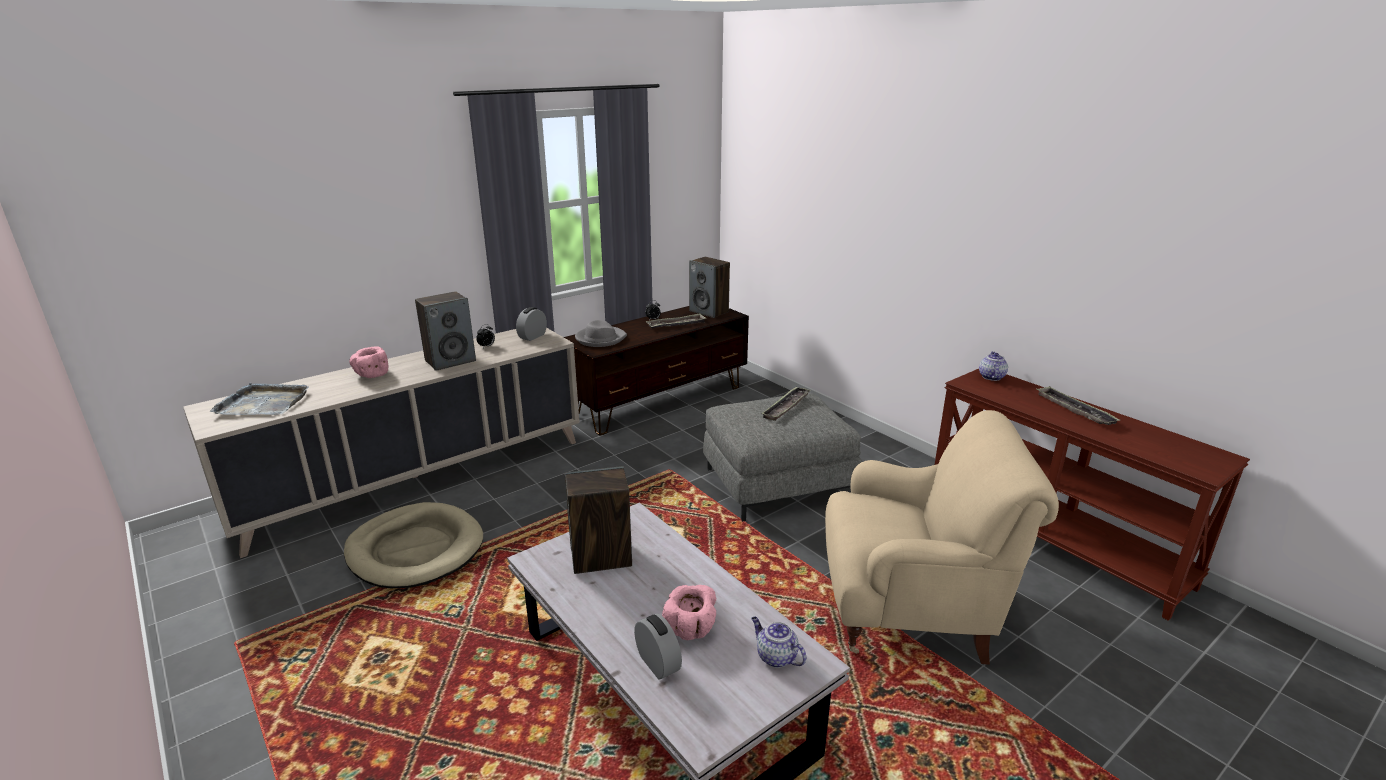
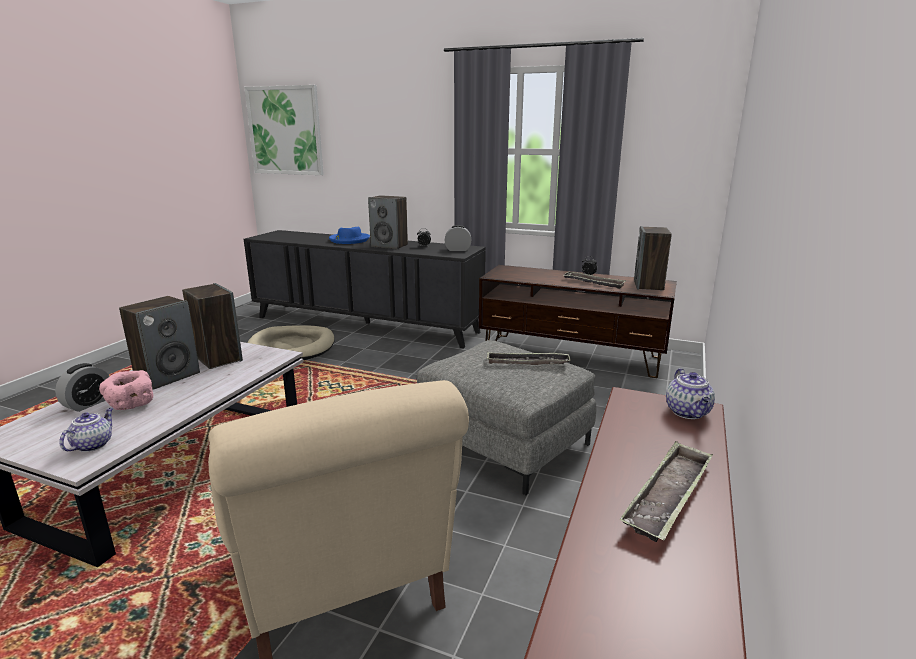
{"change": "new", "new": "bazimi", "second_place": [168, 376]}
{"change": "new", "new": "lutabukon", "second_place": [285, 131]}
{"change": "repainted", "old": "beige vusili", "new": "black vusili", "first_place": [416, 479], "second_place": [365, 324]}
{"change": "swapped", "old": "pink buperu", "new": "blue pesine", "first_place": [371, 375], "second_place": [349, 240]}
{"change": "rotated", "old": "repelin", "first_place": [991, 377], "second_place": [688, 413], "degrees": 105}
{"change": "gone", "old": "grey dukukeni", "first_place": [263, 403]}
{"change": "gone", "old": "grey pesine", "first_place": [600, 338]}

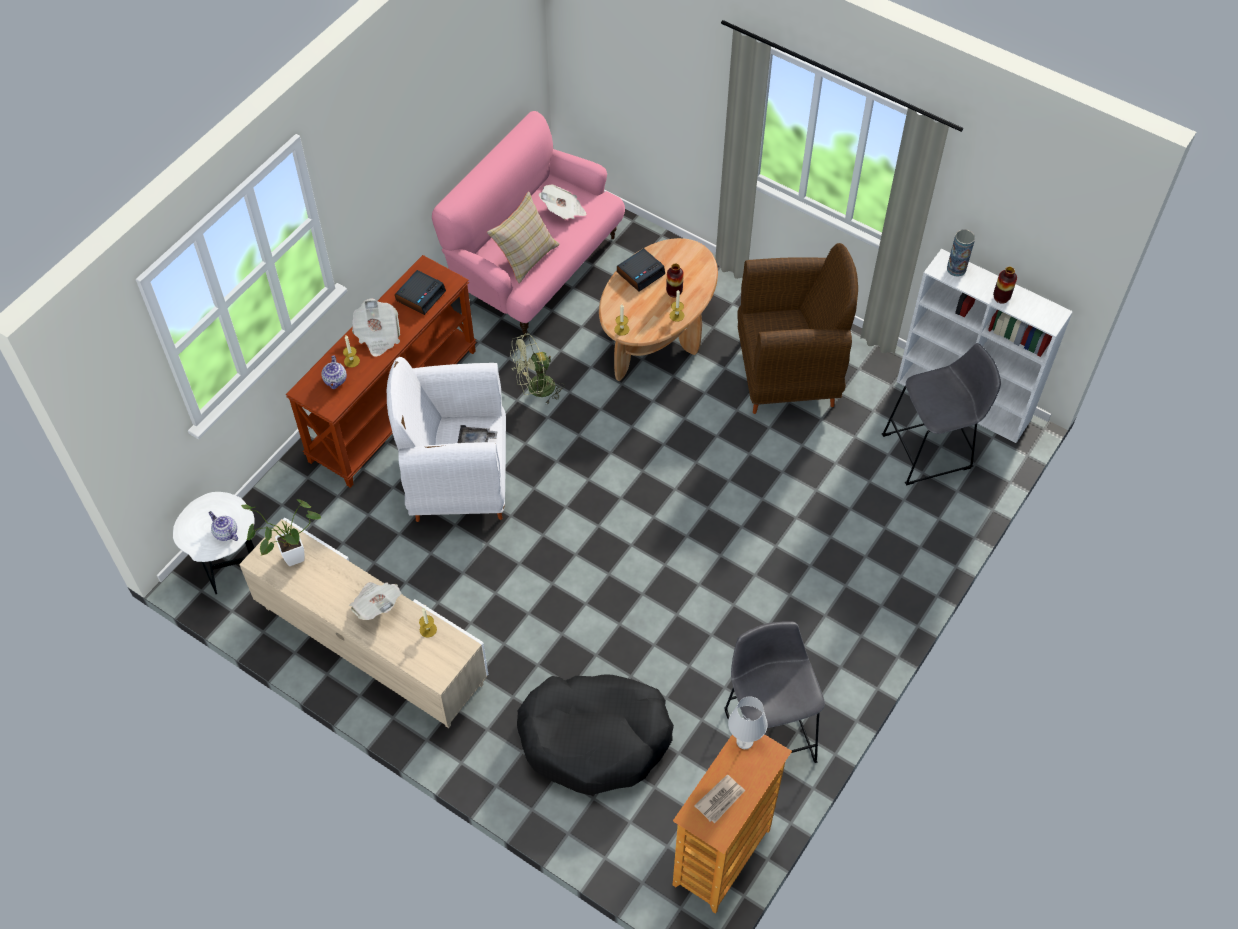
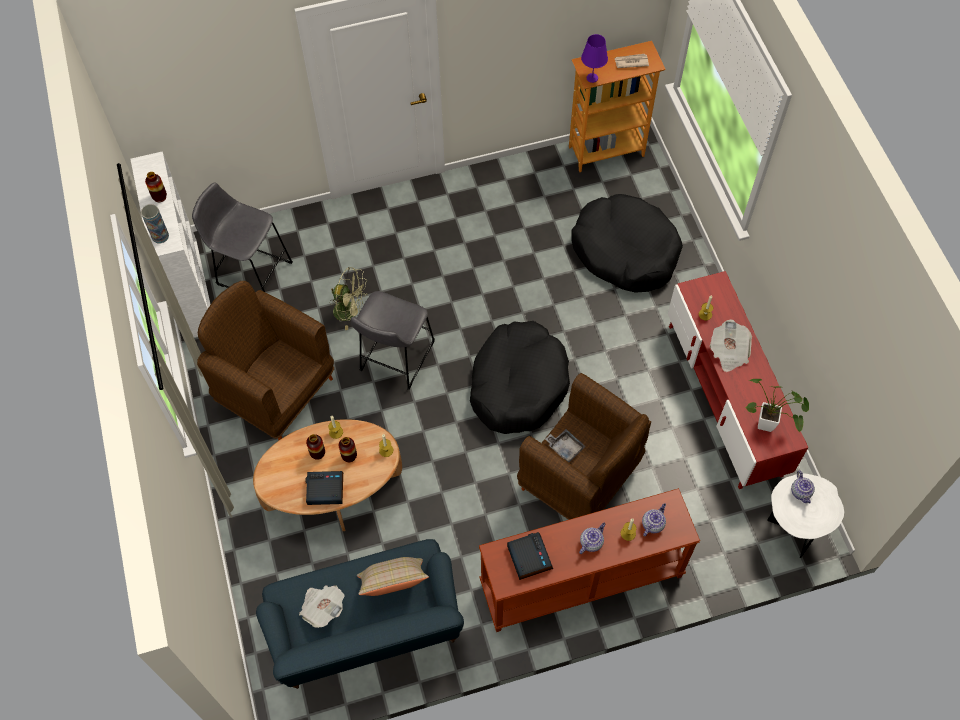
{"change": "repainted", "old": "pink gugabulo", "new": "blue gugabulo", "first_place": [535, 268], "second_place": [367, 630]}
{"change": "shifted", "old": "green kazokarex", "first_place": [536, 389], "second_place": [350, 311]}
{"change": "new", "new": "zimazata", "second_place": [349, 456]}
{"change": "shifted", "old": "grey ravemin", "first_place": [768, 730], "second_place": [395, 359]}
{"change": "new", "new": "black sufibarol", "second_place": [518, 384]}
{"change": "rotated", "old": "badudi", "first_place": [420, 295], "second_place": [529, 557], "degrees": 90}
{"change": "repainted", "old": "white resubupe", "new": "brown resubupe", "first_place": [457, 479], "second_place": [579, 479]}
{"change": "swapped", "old": "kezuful", "new": "repelin", "first_place": [378, 336], "second_place": [591, 542]}
{"change": "repainted", "old": "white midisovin", "new": "purple midisovin", "first_place": [744, 741], "second_place": [592, 78]}
{"change": "repainted", "old": "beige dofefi", "new": "red dofefi", "first_place": [372, 646], "second_place": [724, 398]}

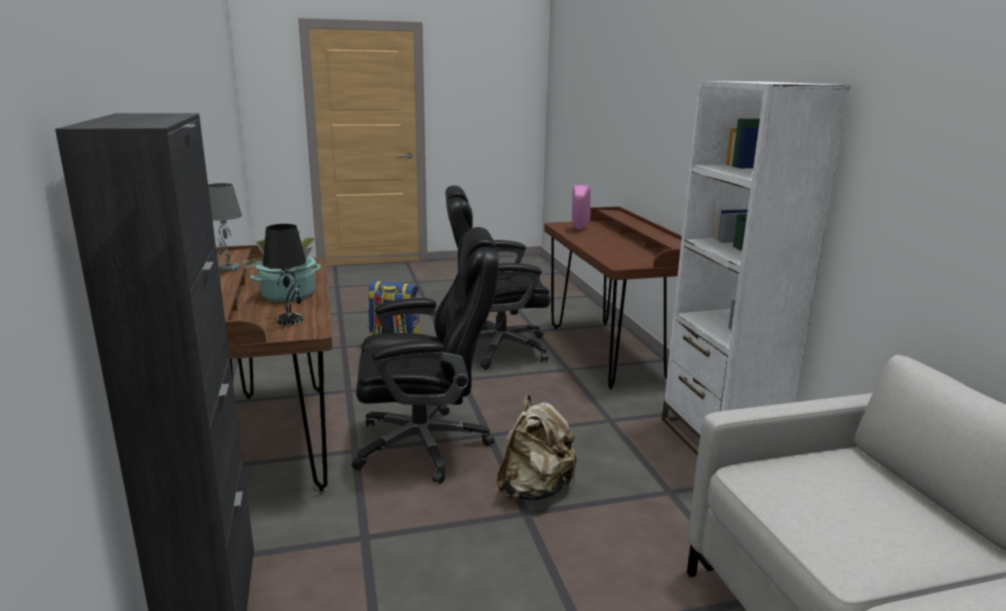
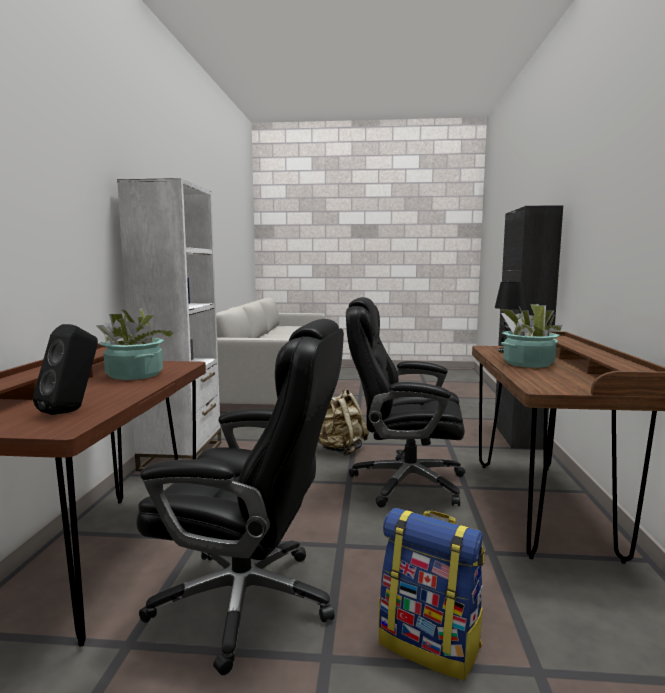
{"change": "repainted", "old": "pink bazimi", "new": "black bazimi", "first_place": [579, 230], "second_place": [72, 411]}
{"change": "new", "new": "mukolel", "second_place": [134, 375]}
{"change": "gone", "old": "grey midisovin", "first_place": [228, 268]}

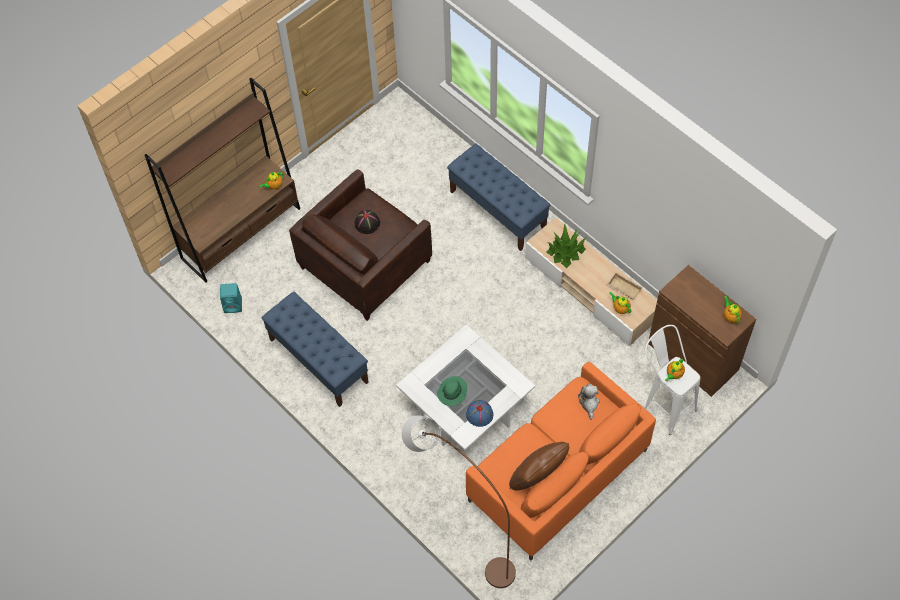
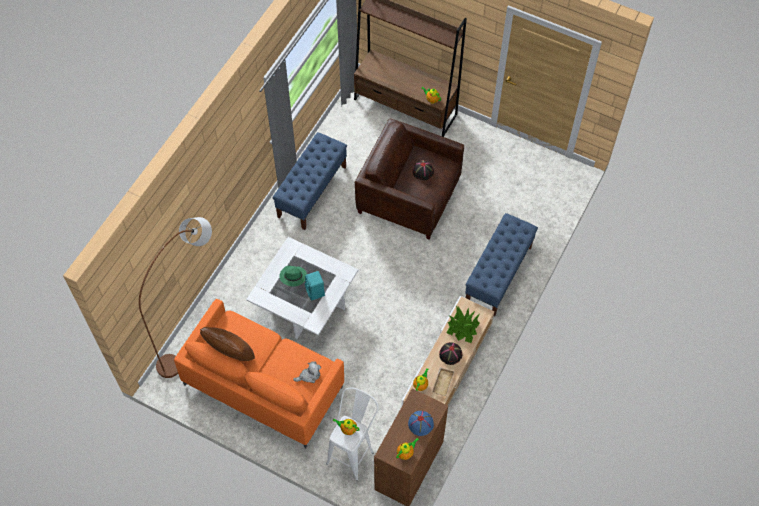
{"change": "shifted", "old": "turquoise bazimi", "first_place": [233, 305], "second_place": [315, 292]}
{"change": "shifted", "old": "blue pesine", "first_place": [479, 414], "second_place": [421, 423]}
{"change": "new", "new": "black pesine", "second_place": [450, 354]}

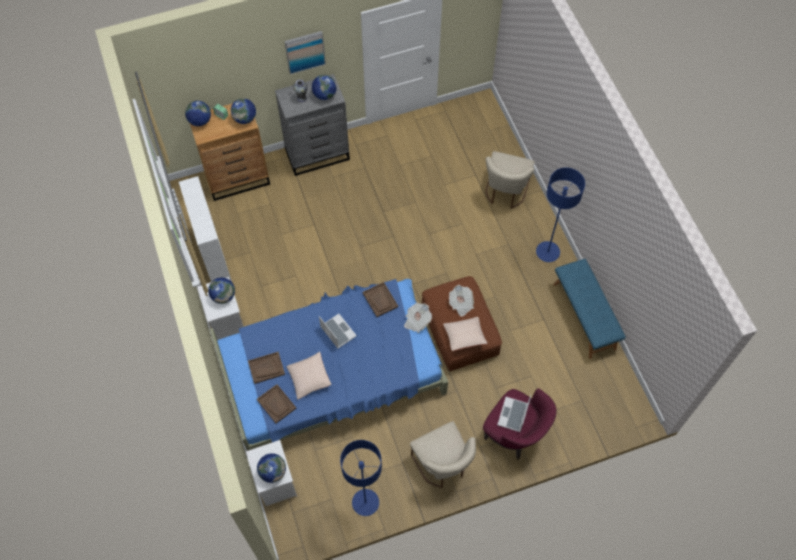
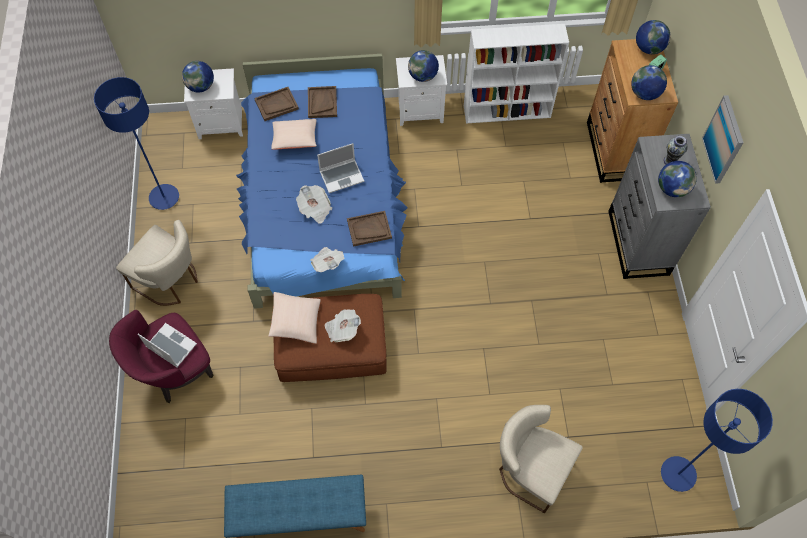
{"change": "rotated", "old": "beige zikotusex", "first_place": [442, 465], "second_place": [171, 281], "degrees": -135}
{"change": "new", "new": "kezuful", "second_place": [315, 209]}
{"change": "shifted", "old": "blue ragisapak", "first_place": [547, 252], "second_place": [678, 474]}

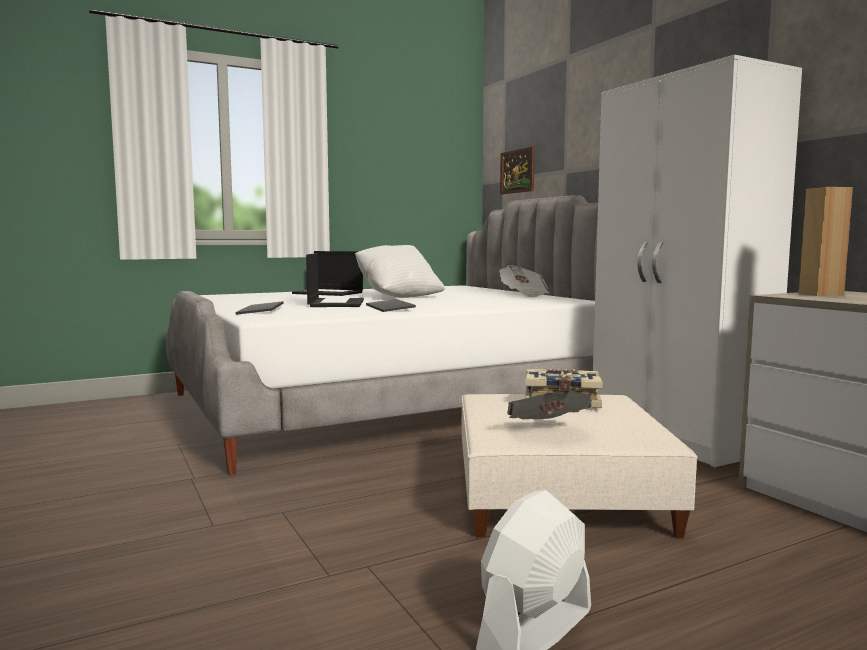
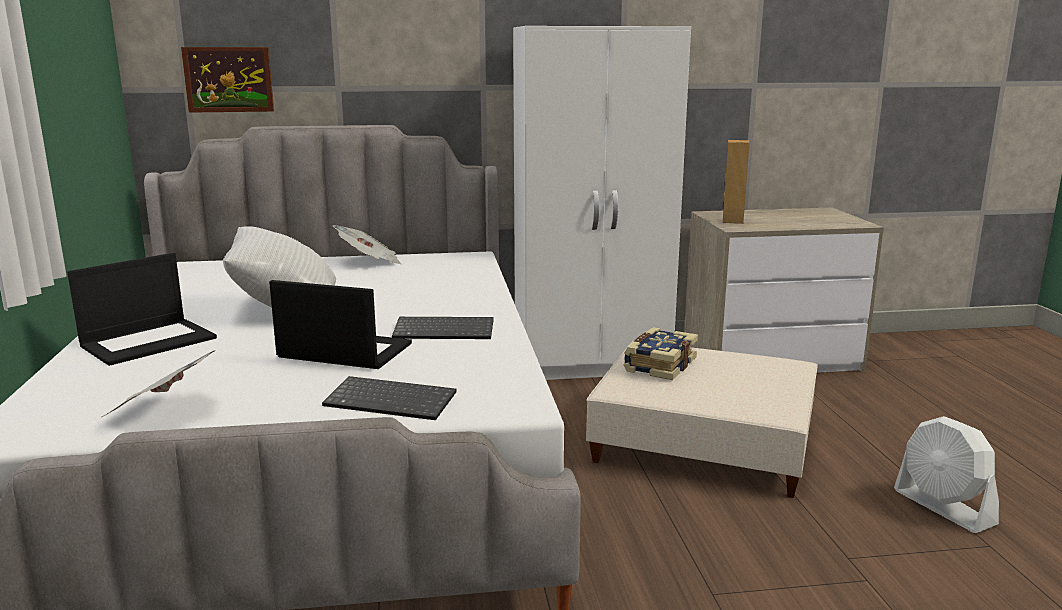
{"change": "shifted", "old": "kezuful", "first_place": [547, 430], "second_place": [162, 411]}

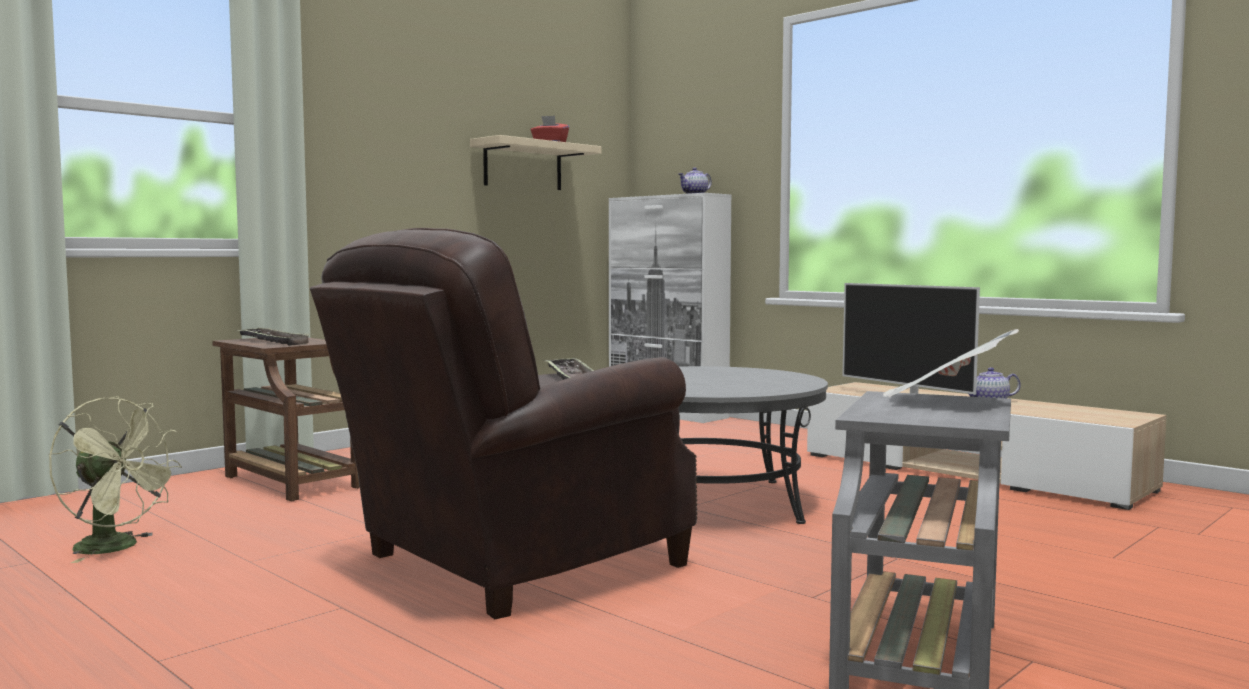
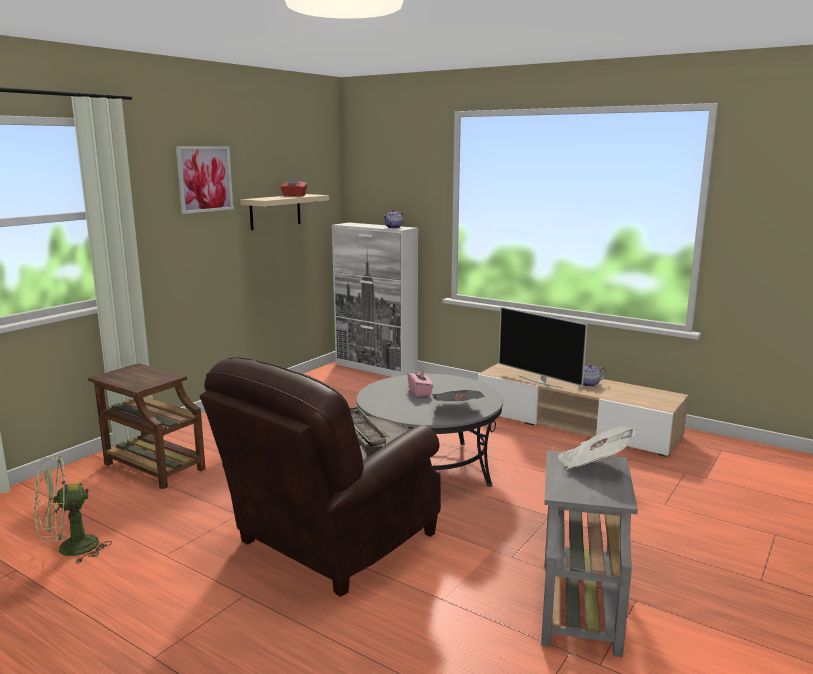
{"change": "rotated", "old": "green kazokarex", "first_place": [117, 548], "second_place": [69, 550], "degrees": 135}
{"change": "new", "new": "lutabukon", "second_place": [204, 179]}
{"change": "new", "new": "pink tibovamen", "second_place": [420, 392]}
{"change": "new", "new": "kezuful", "second_place": [457, 410]}
{"change": "gone", "old": "dukukeni", "first_place": [273, 341]}

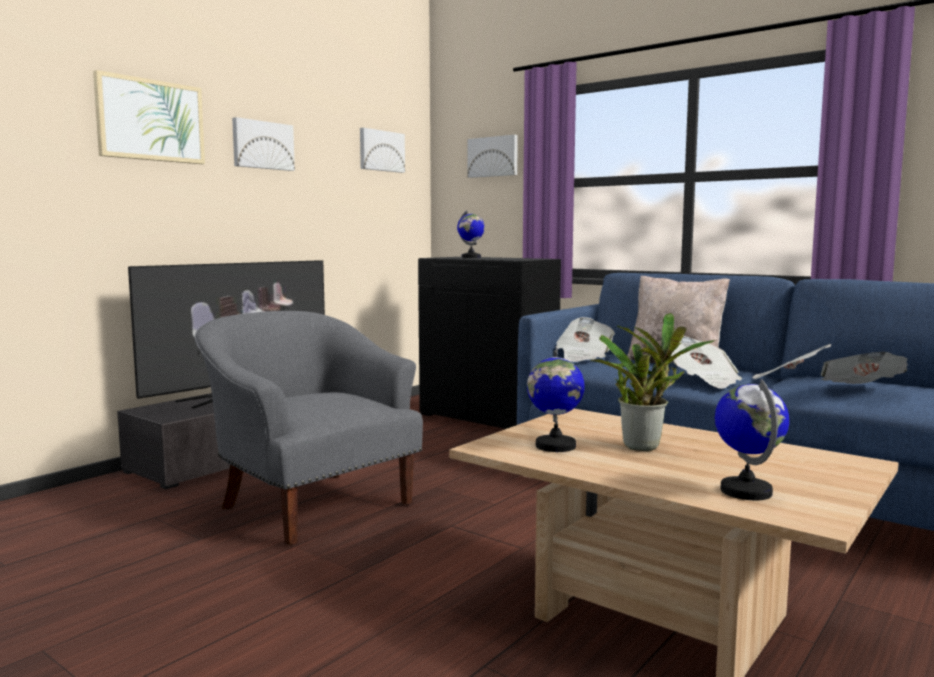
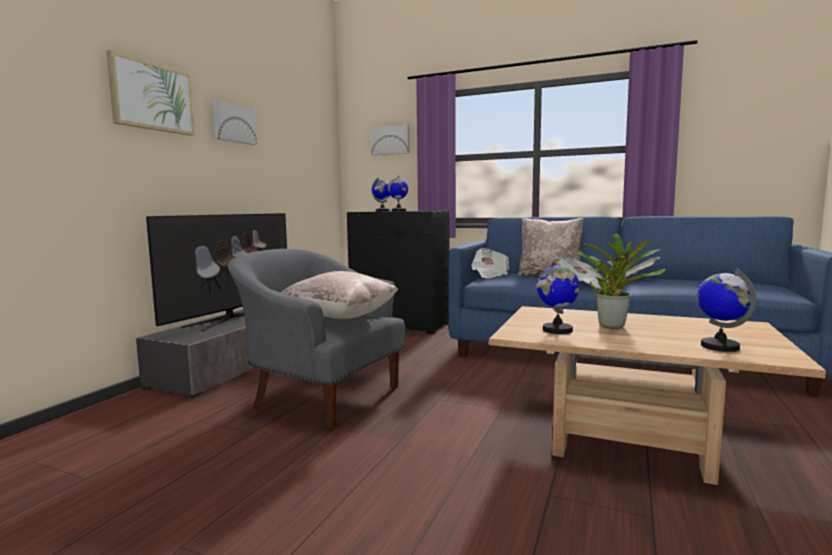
{"change": "new", "new": "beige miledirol", "second_place": [341, 317]}
{"change": "new", "new": "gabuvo", "second_place": [398, 211]}
{"change": "gone", "old": "lutabukon", "first_place": [381, 151]}
{"change": "gone", "old": "kezuful", "first_place": [860, 391]}

